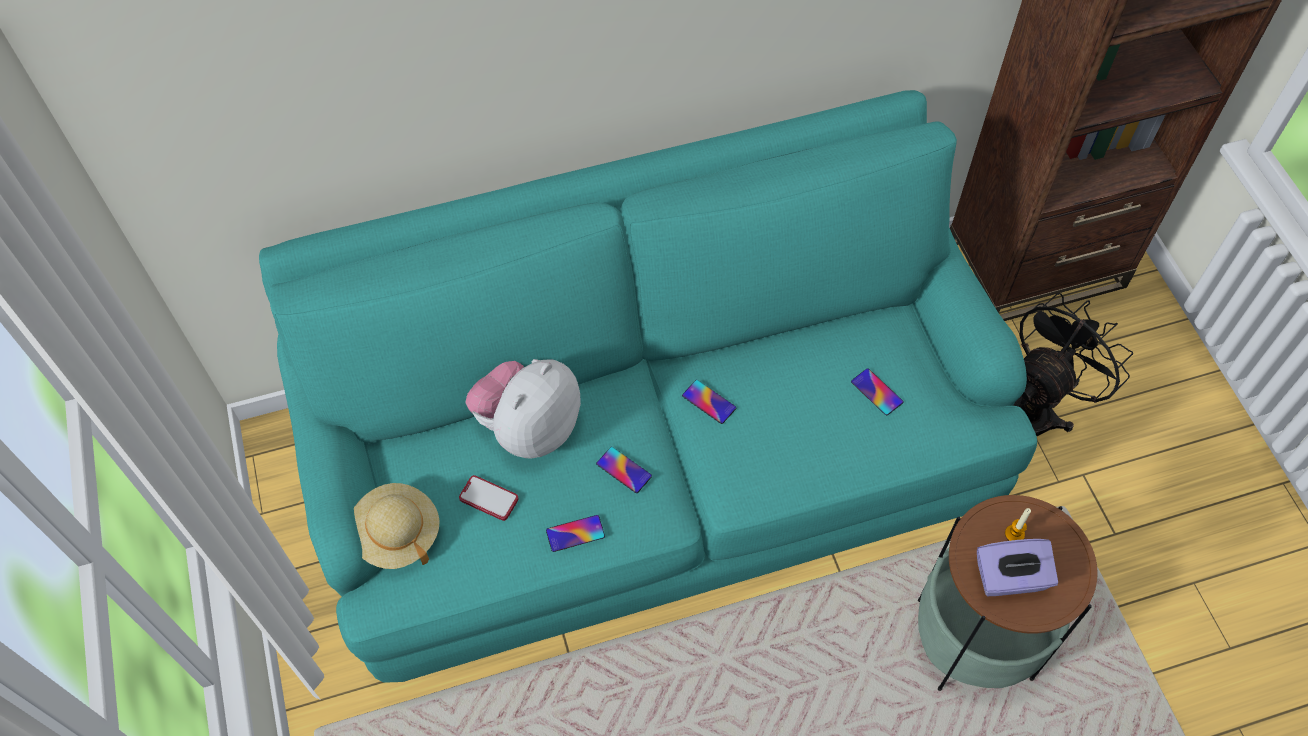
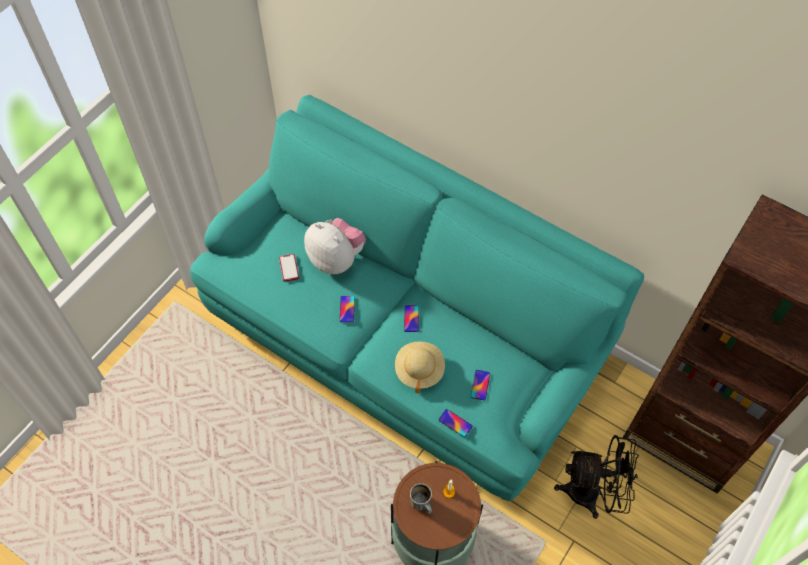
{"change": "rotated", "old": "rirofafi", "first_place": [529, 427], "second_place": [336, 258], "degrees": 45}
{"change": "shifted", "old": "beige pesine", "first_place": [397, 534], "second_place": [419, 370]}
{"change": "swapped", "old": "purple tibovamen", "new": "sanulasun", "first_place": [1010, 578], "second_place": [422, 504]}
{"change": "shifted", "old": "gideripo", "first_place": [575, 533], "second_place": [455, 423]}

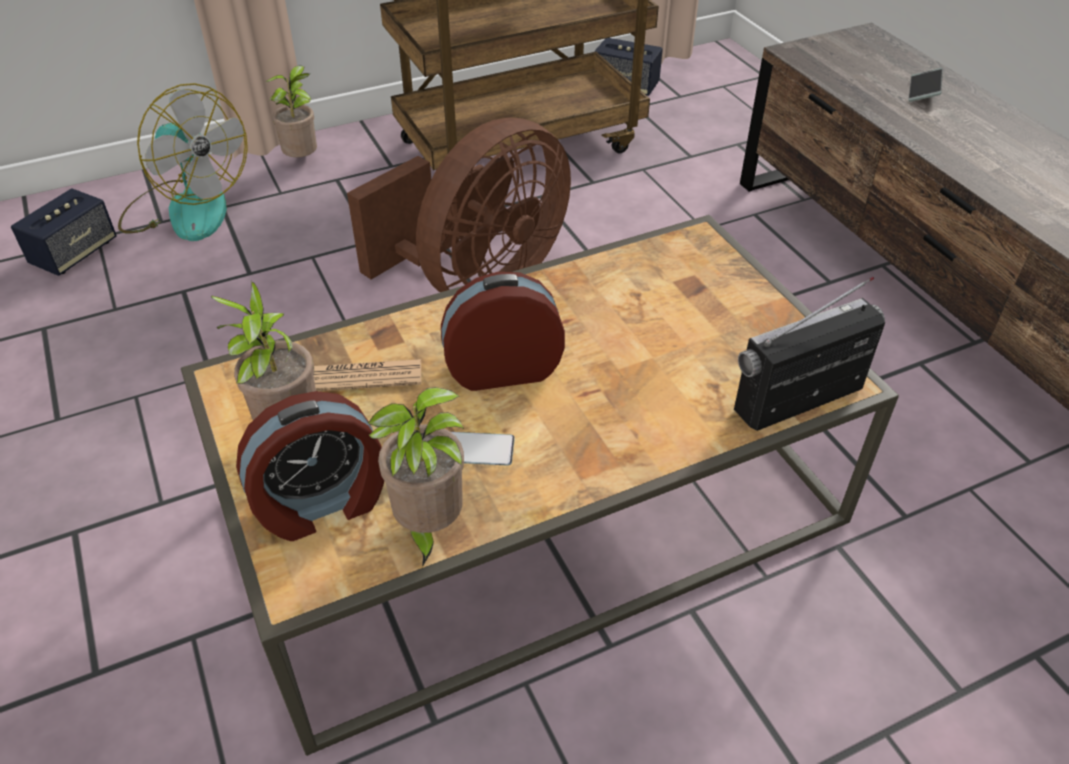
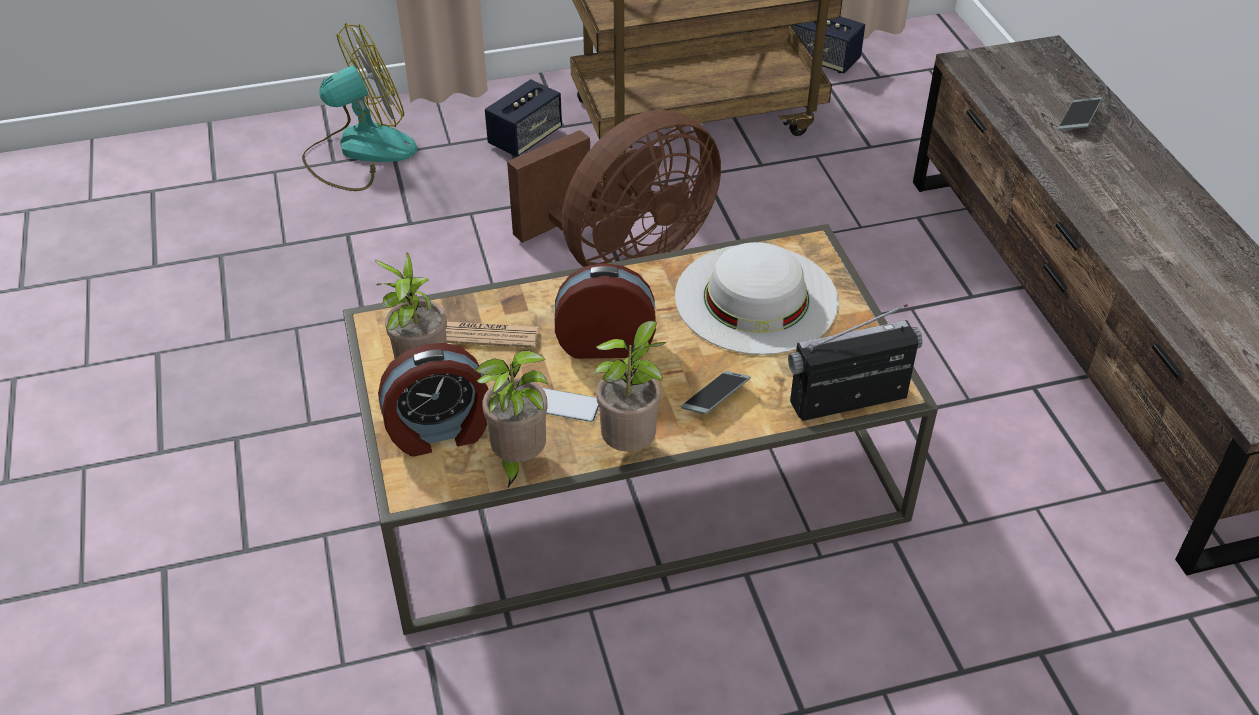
{"change": "rotated", "old": "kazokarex", "first_place": [187, 209], "second_place": [359, 151], "degrees": -75}
{"change": "shifted", "old": "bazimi", "first_place": [74, 253], "second_place": [525, 138]}
{"change": "shifted", "old": "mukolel", "first_place": [304, 160], "second_place": [631, 445]}
{"change": "new", "new": "white pesine", "second_place": [756, 298]}
{"change": "new", "new": "gideripo", "second_place": [715, 398]}

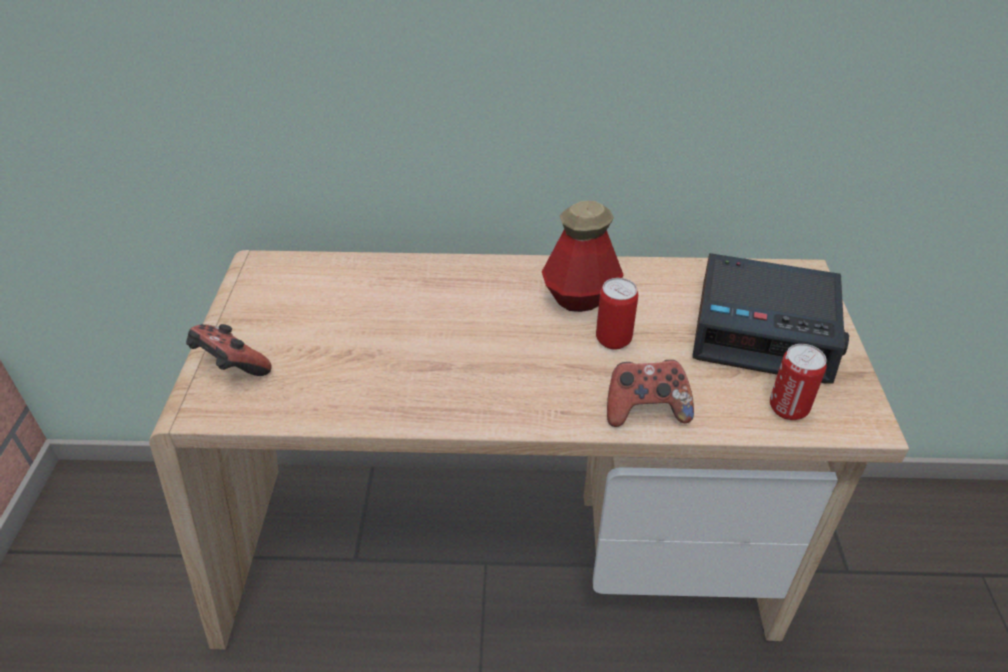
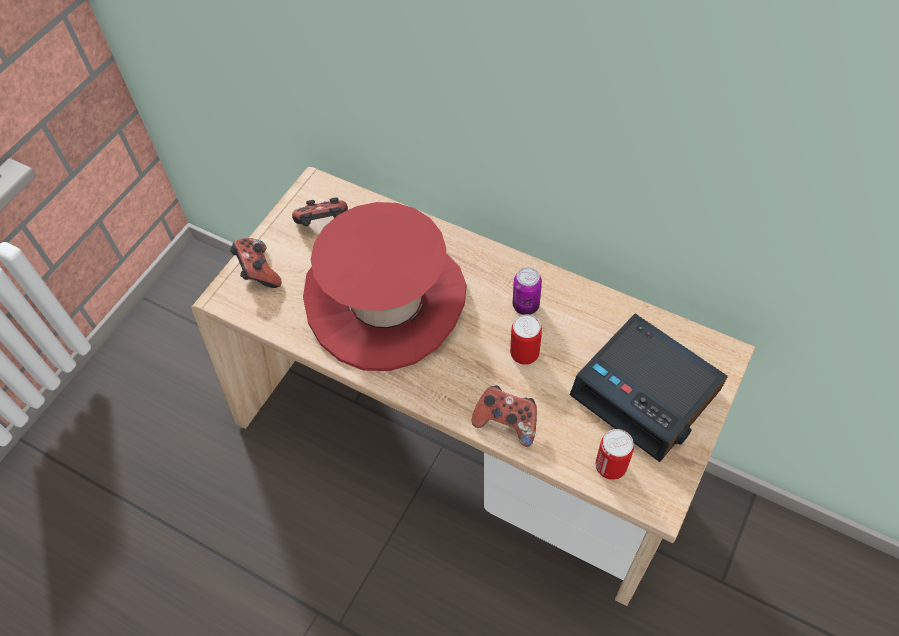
{"change": "new", "new": "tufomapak", "second_place": [323, 224]}
{"change": "new", "new": "red pesine", "second_place": [386, 301]}
{"change": "swapped", "old": "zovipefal", "new": "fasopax", "first_place": [580, 297], "second_place": [525, 306]}

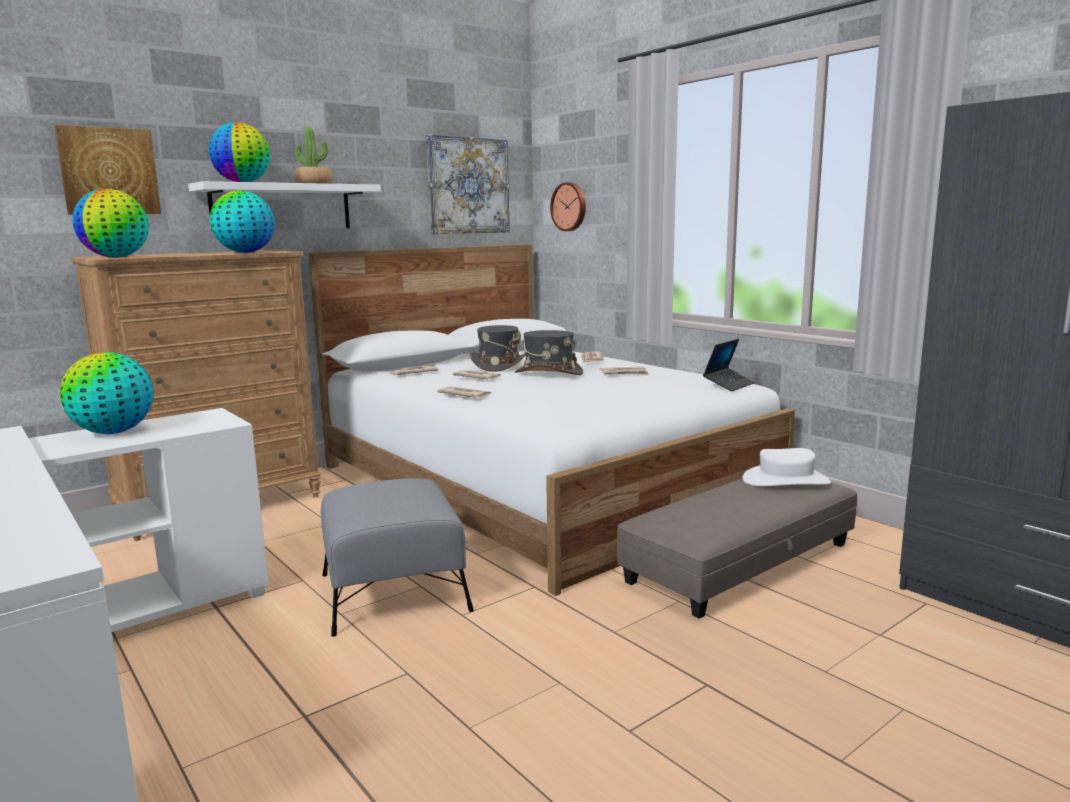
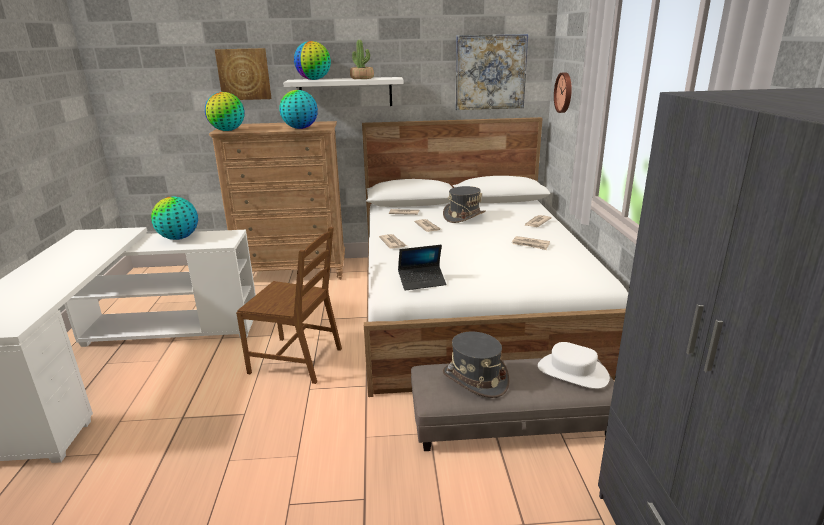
{"change": "swapped", "old": "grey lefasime", "new": "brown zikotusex", "first_place": [393, 592], "second_place": [297, 360]}
{"change": "shifted", "old": "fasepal", "first_place": [728, 385], "second_place": [422, 282]}
{"change": "shifted", "old": "grey pesine", "first_place": [548, 373], "second_place": [475, 379]}

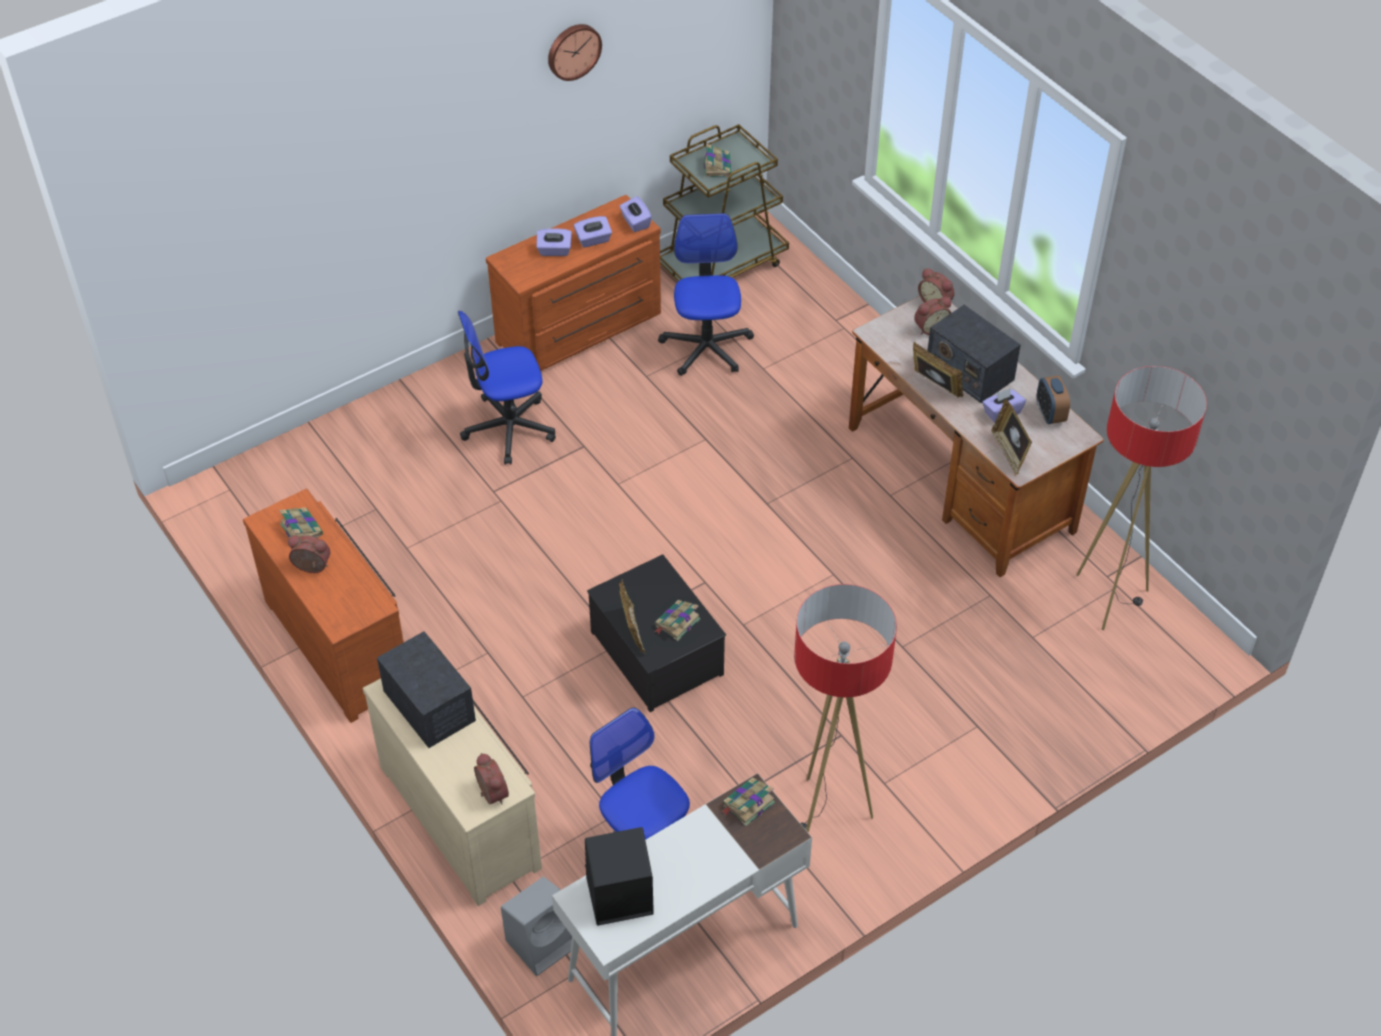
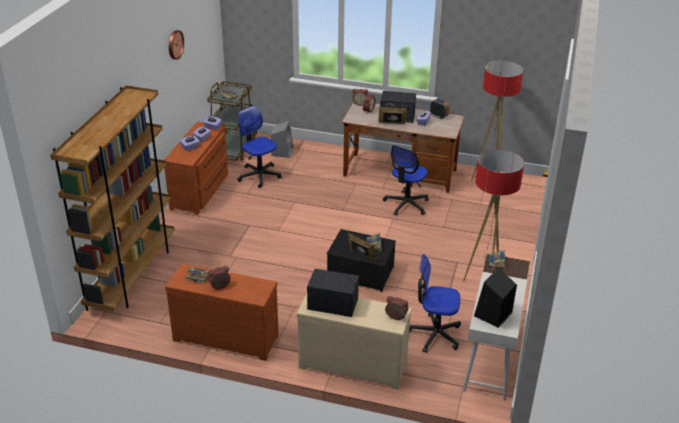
{"change": "new", "new": "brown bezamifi", "second_place": [132, 275]}
{"change": "shifted", "old": "grey bazimi", "first_place": [543, 941], "second_place": [282, 151]}
{"change": "shifted", "old": "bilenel", "first_place": [508, 428], "second_place": [406, 204]}
{"change": "gone", "old": "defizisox", "first_place": [1009, 452]}

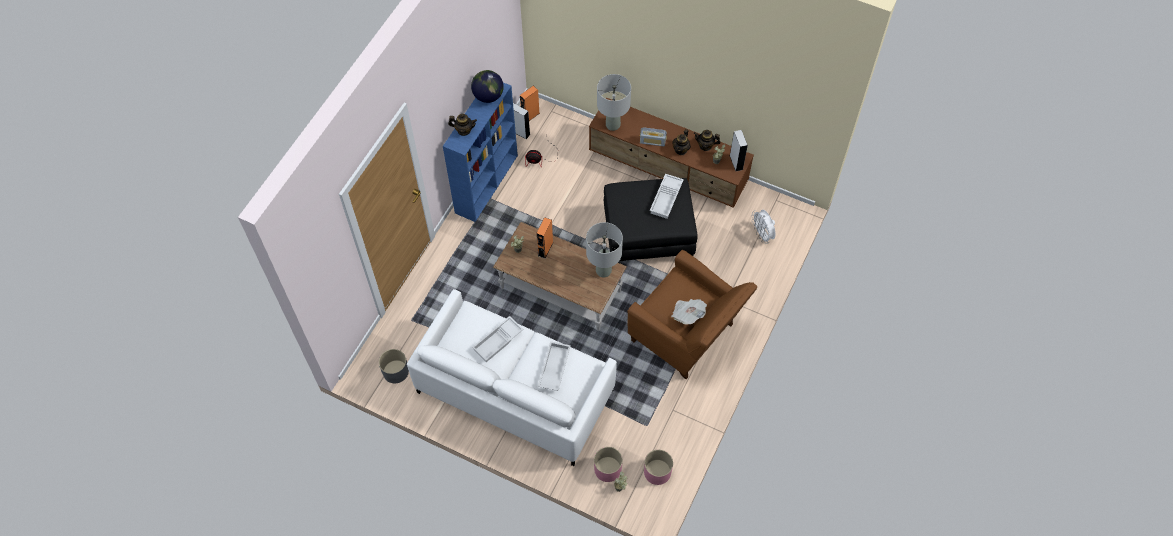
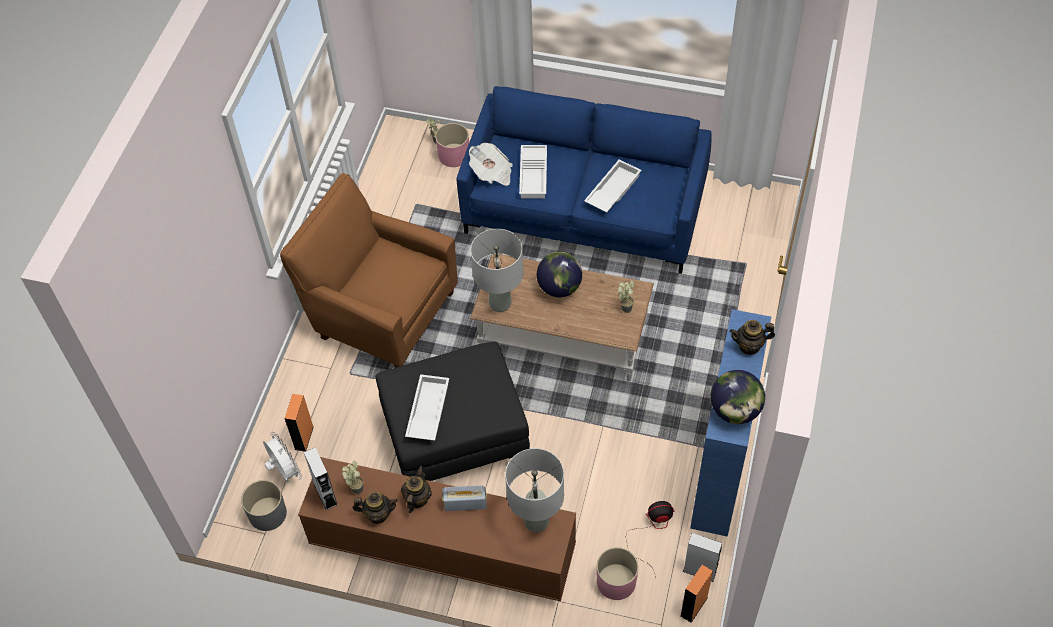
{"change": "shifted", "old": "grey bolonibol", "first_place": [396, 372], "second_place": [267, 513]}
{"change": "shifted", "old": "orange bazimi", "first_place": [545, 249], "second_place": [304, 438]}
{"change": "repainted", "old": "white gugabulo", "new": "blue gugabulo", "first_place": [515, 390], "second_place": [584, 211]}
{"change": "shifted", "old": "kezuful", "first_place": [687, 314], "second_place": [492, 173]}
{"change": "new", "new": "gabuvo", "second_place": [559, 287]}
{"change": "shifted", "old": "pink bolonibol", "first_place": [657, 472], "second_place": [616, 581]}

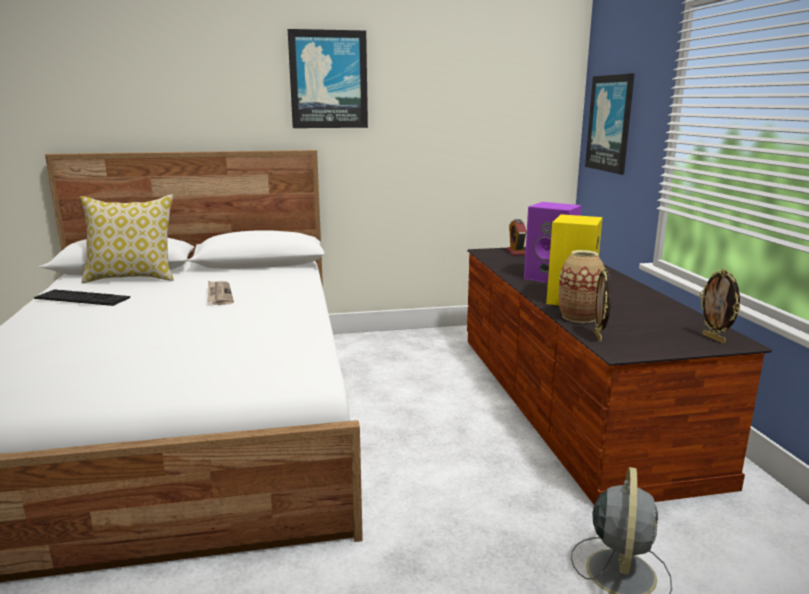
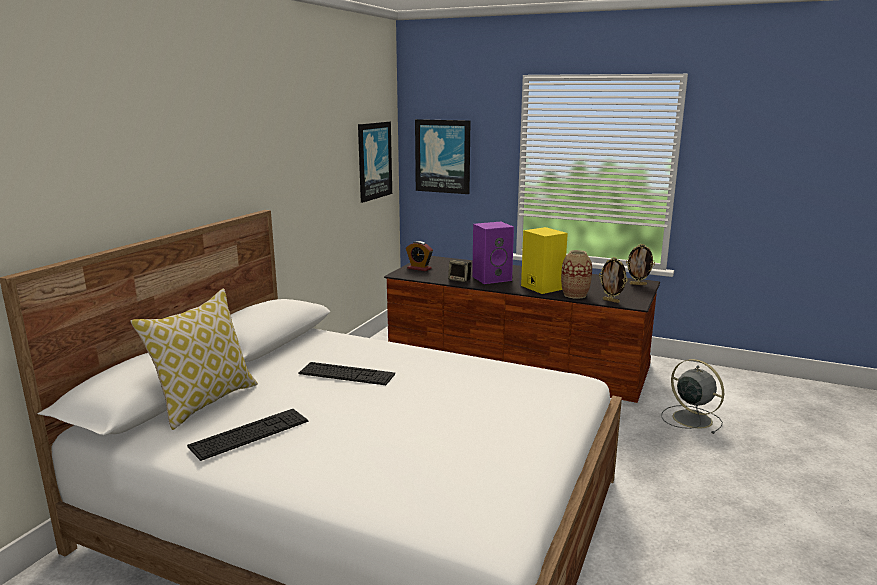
{"change": "swapped", "old": "kezuful", "new": "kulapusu", "first_place": [219, 295], "second_place": [346, 374]}
{"change": "shifted", "old": "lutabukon", "first_place": [328, 80], "second_place": [374, 160]}
{"change": "new", "new": "bazimi", "second_place": [460, 280]}

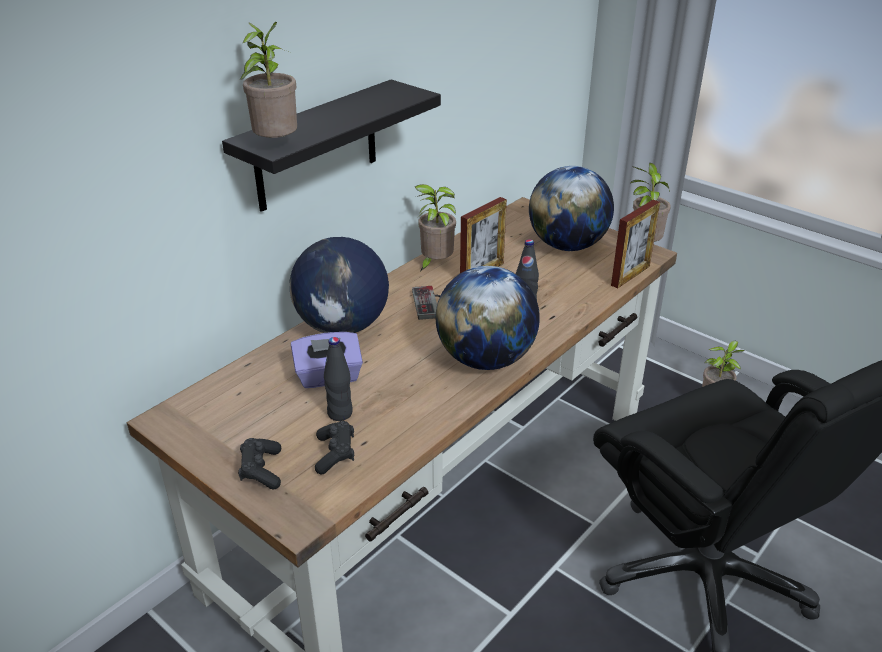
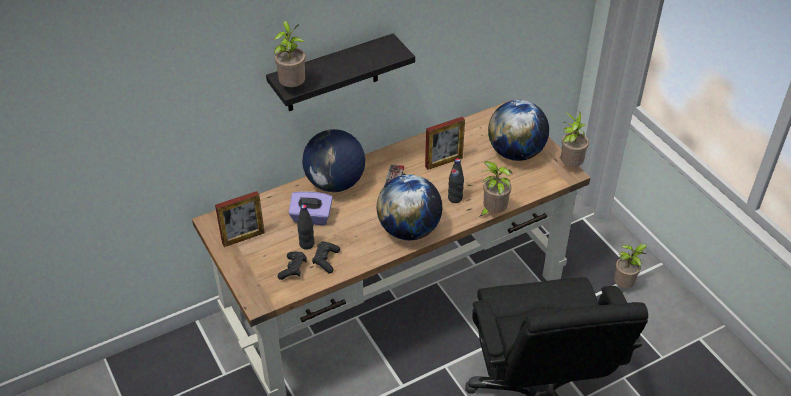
{"change": "shifted", "old": "defizisox", "first_place": [630, 276], "second_place": [243, 238]}
{"change": "shifted", "old": "black tufomapak", "first_place": [261, 471], "second_place": [326, 260]}
{"change": "shifted", "old": "mukolel", "first_place": [435, 264], "second_place": [492, 212]}

